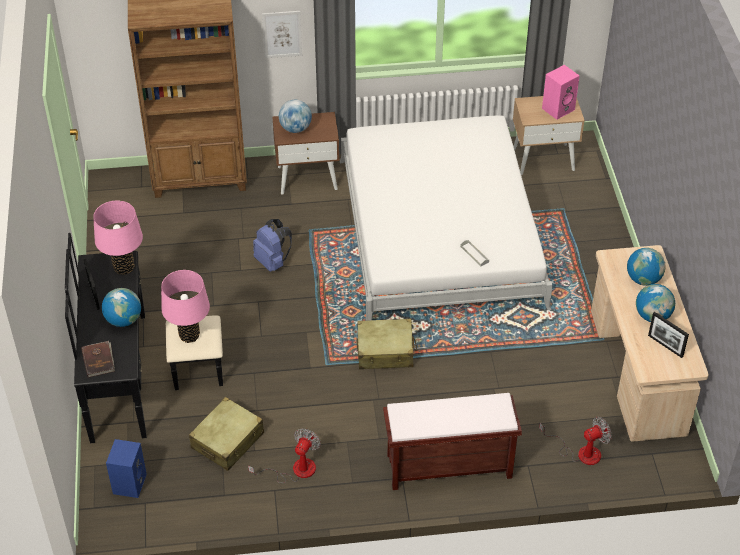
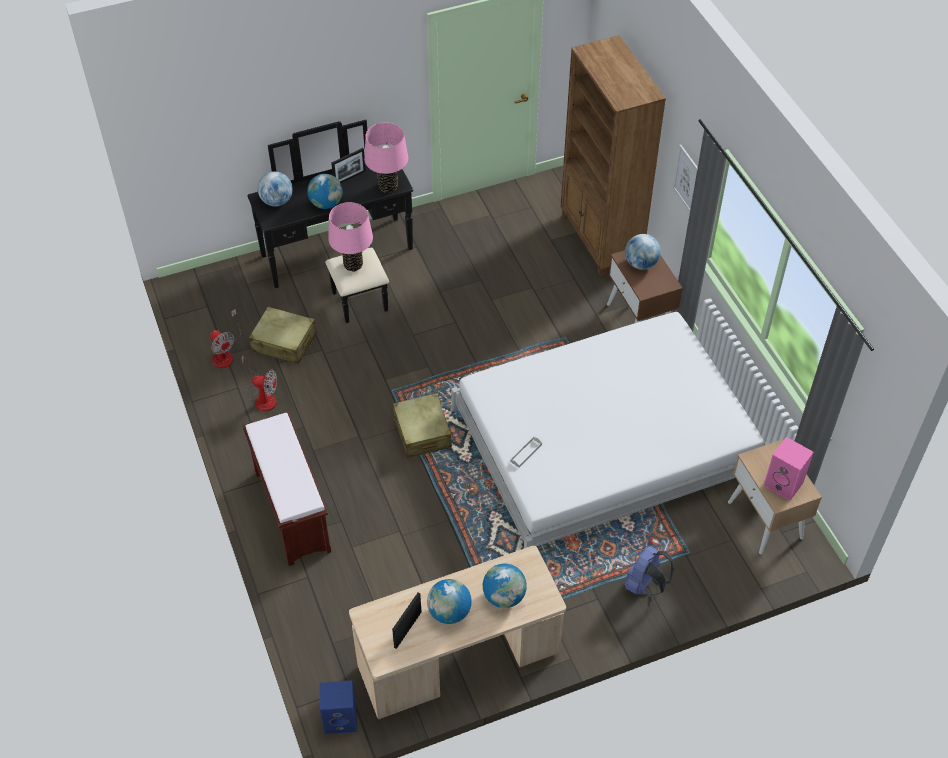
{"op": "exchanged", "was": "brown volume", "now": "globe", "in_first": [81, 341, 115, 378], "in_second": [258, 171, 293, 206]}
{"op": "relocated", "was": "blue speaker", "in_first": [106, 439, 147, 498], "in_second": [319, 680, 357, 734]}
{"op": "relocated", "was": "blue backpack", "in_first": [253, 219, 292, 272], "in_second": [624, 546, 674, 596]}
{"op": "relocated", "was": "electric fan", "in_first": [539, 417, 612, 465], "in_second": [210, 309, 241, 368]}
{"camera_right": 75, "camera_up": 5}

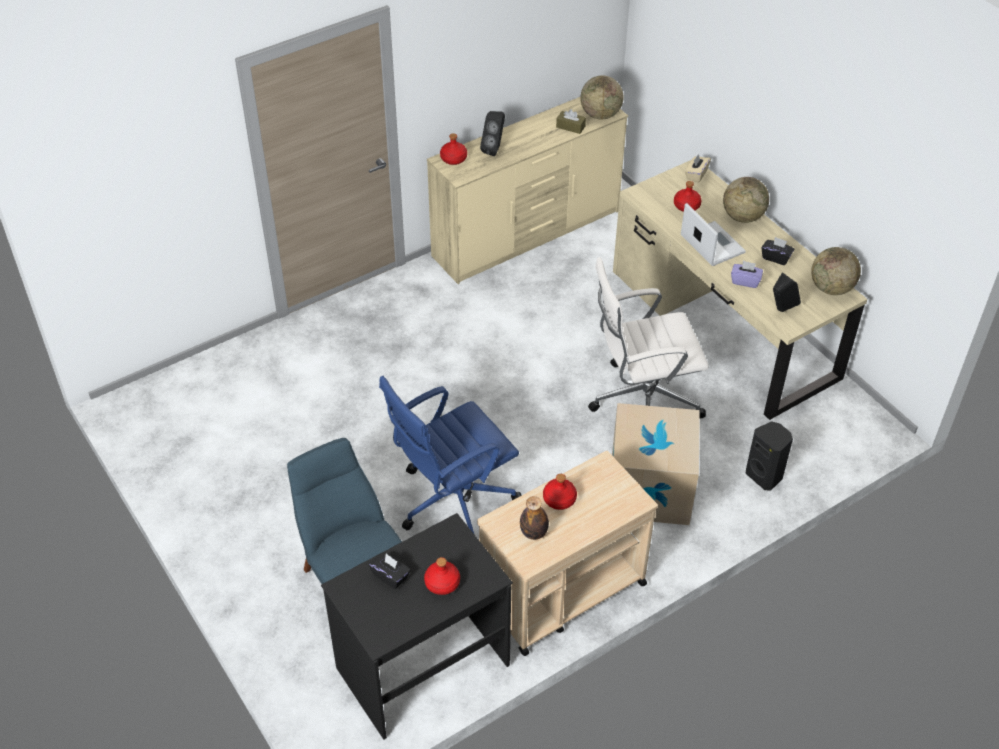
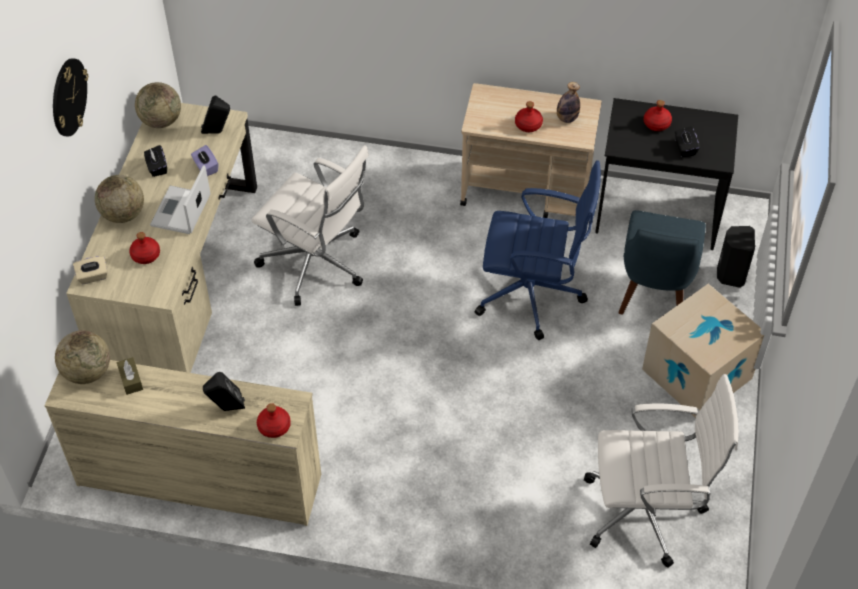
{"op": "relocated", "was": "cardboard box", "in_first": [612, 403, 700, 525], "in_second": [642, 284, 764, 418]}
{"op": "relocated", "was": "blackish speaker", "in_first": [746, 421, 793, 490], "in_second": [717, 226, 755, 288]}
{"op": "appeared", "now": "hanging clock", "in_second": [53, 58, 88, 137]}
{"op": "appeared", "now": "white computer chair", "in_second": [584, 374, 739, 568]}
{"camera_right": -135, "camera_up": 5}

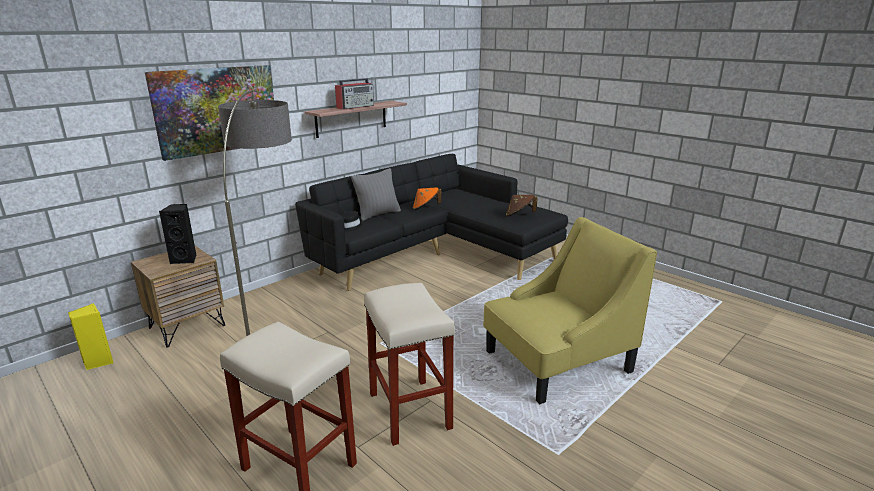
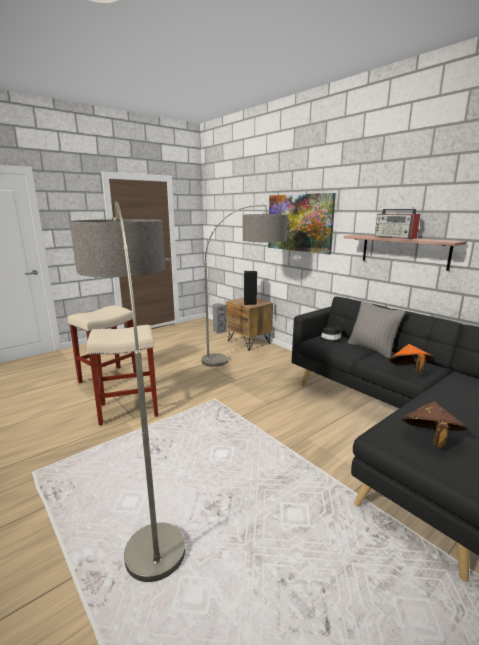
{"op": "colour", "was": "yellow speaker", "now": "grey speaker", "in_first": [68, 303, 114, 370], "in_second": [213, 303, 227, 334]}
{"op": "exchanged", "was": "yellow lounge chair", "now": "standing lamp", "in_first": [483, 217, 657, 404], "in_second": [69, 201, 185, 582]}
{"camera_right": 95, "camera_up": -5}

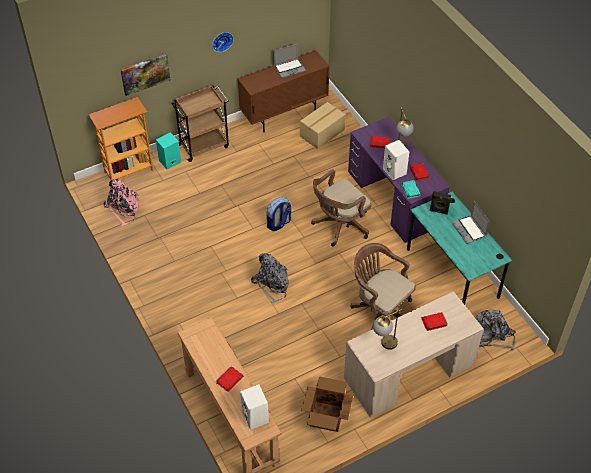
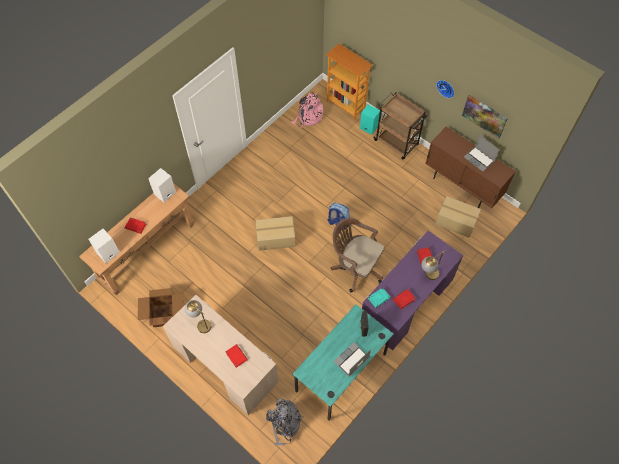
{"op": "relocated", "was": "wall picture", "in_first": [120, 54, 170, 96], "in_second": [462, 95, 508, 139]}
{"op": "exchanged", "was": "grey backpack", "now": "cardboard box", "in_first": [251, 253, 289, 304], "in_second": [255, 216, 296, 251]}
{"op": "missing", "was": "brown computer chair", "in_first": [350, 243, 416, 330]}
{"op": "relocated", "was": "white speaker", "in_first": [383, 140, 409, 180], "in_second": [148, 168, 176, 203]}
{"camera_right": 70, "camera_up": 10}

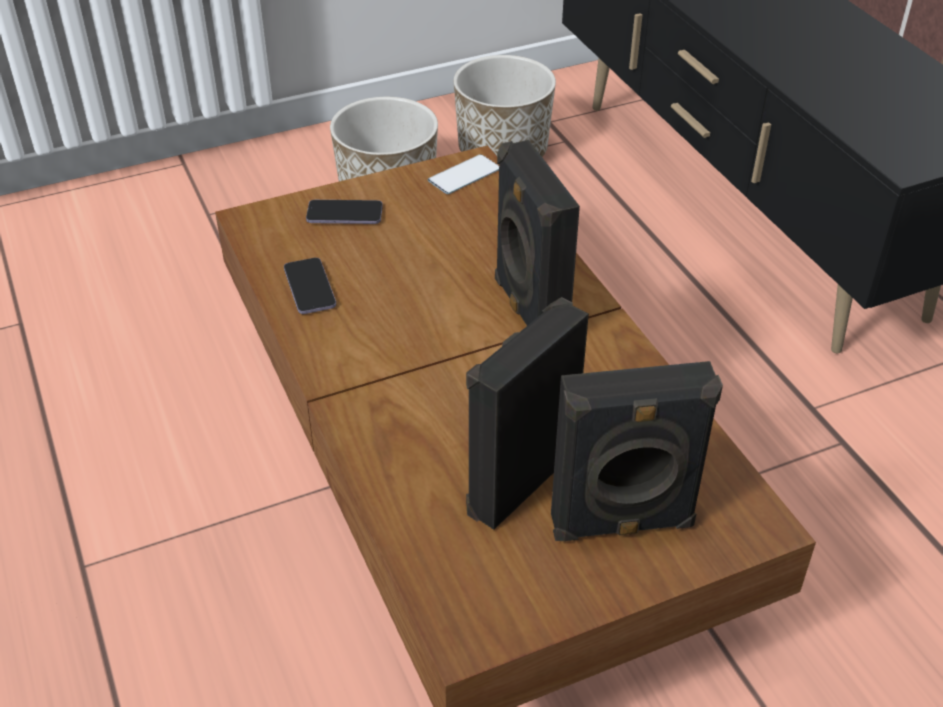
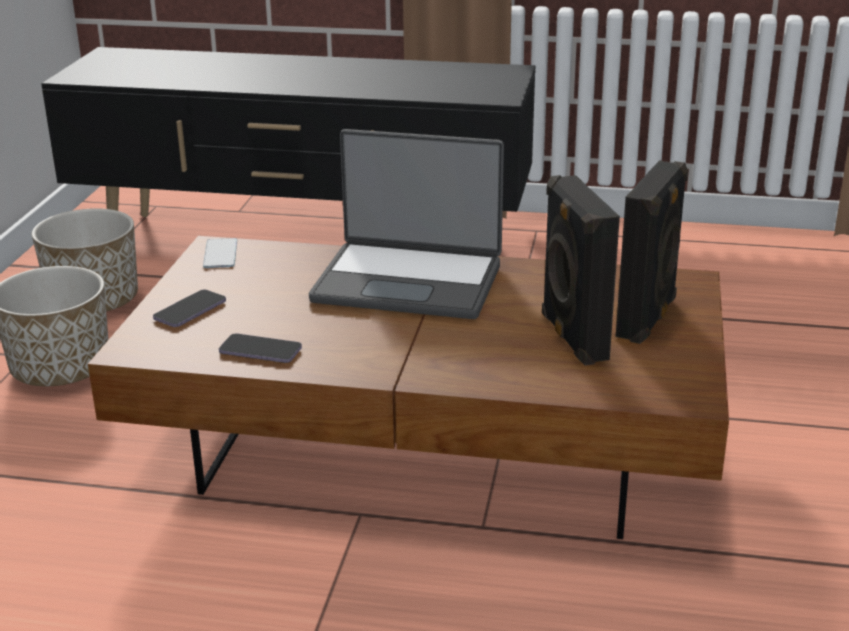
{"op": "exchanged", "was": "blackish speaker", "now": "notebook computer", "in_first": [495, 140, 580, 326], "in_second": [309, 129, 504, 319]}
{"camera_right": -55, "camera_up": -15}

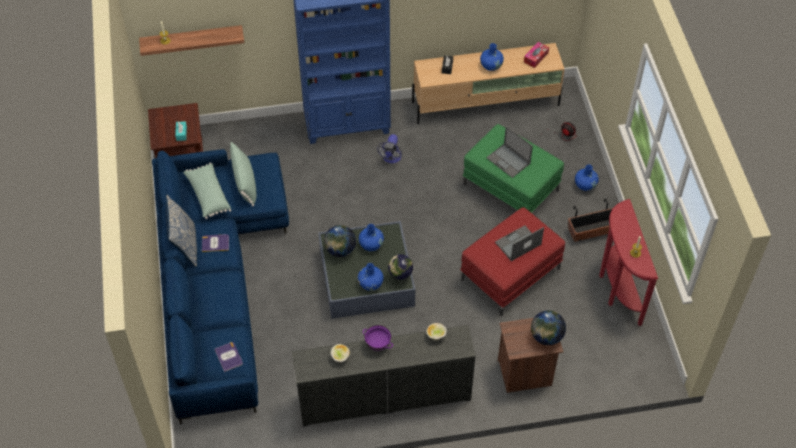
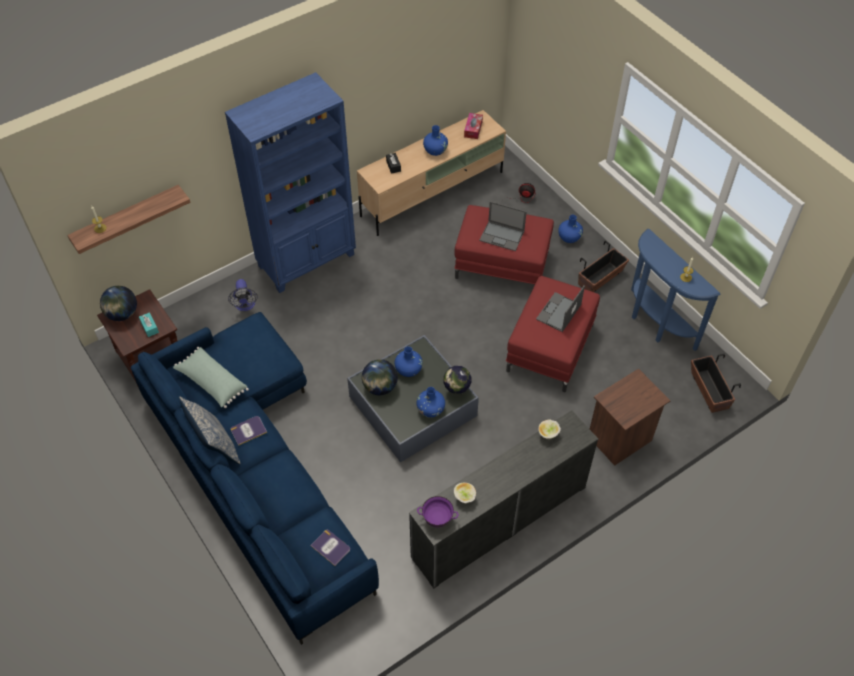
{"op": "missing", "was": "green-coloured cushion", "in_first": [230, 142, 257, 206]}
{"op": "relocated", "was": "purple deep dish", "in_first": [363, 325, 393, 351], "in_second": [417, 496, 459, 527]}
{"op": "relocated", "was": "electric fan", "in_first": [377, 134, 402, 163], "in_second": [228, 279, 258, 311]}
{"op": "colour", "was": "green-coloured footrest", "now": "reddish footrest", "in_first": [463, 124, 564, 213], "in_second": [454, 205, 554, 285]}
{"op": "relocated", "was": "globe", "in_first": [531, 310, 566, 345], "in_second": [100, 286, 137, 321]}
{"op": "colour", "was": "reddish hall table", "now": "blue hall table", "in_first": [599, 199, 658, 326], "in_second": [631, 229, 721, 351]}
{"op": "appeared", "now": "plant pot", "in_second": [691, 354, 741, 413]}
{"camera_right": -25, "camera_up": 0}

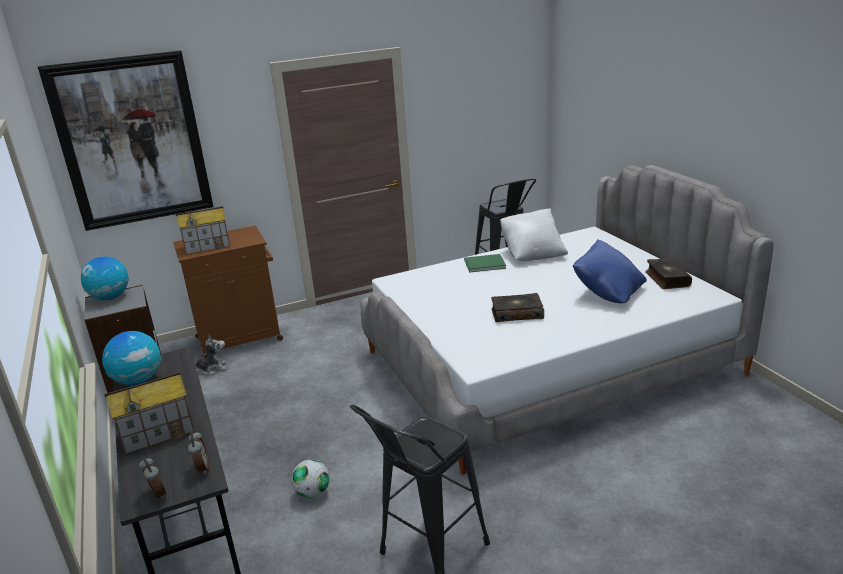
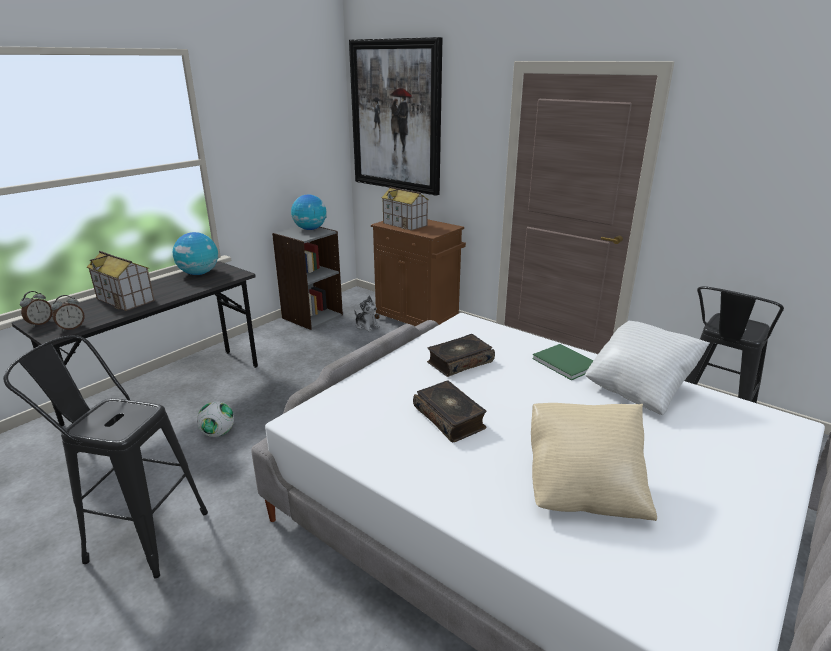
{"op": "colour", "was": "blue cushion", "now": "beige-coloured cushion", "in_first": [573, 239, 646, 303], "in_second": [531, 403, 657, 521]}
{"op": "relocated", "was": "volume", "in_first": [645, 258, 692, 289], "in_second": [427, 334, 495, 377]}
{"camera_right": 60, "camera_up": 0}

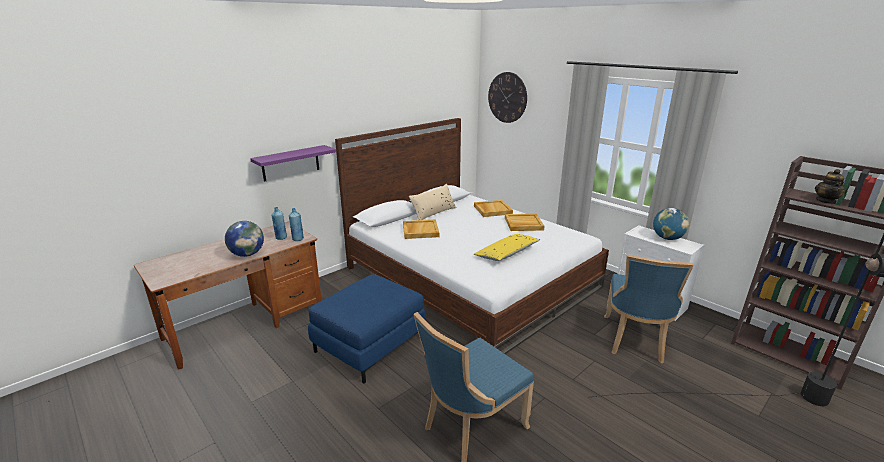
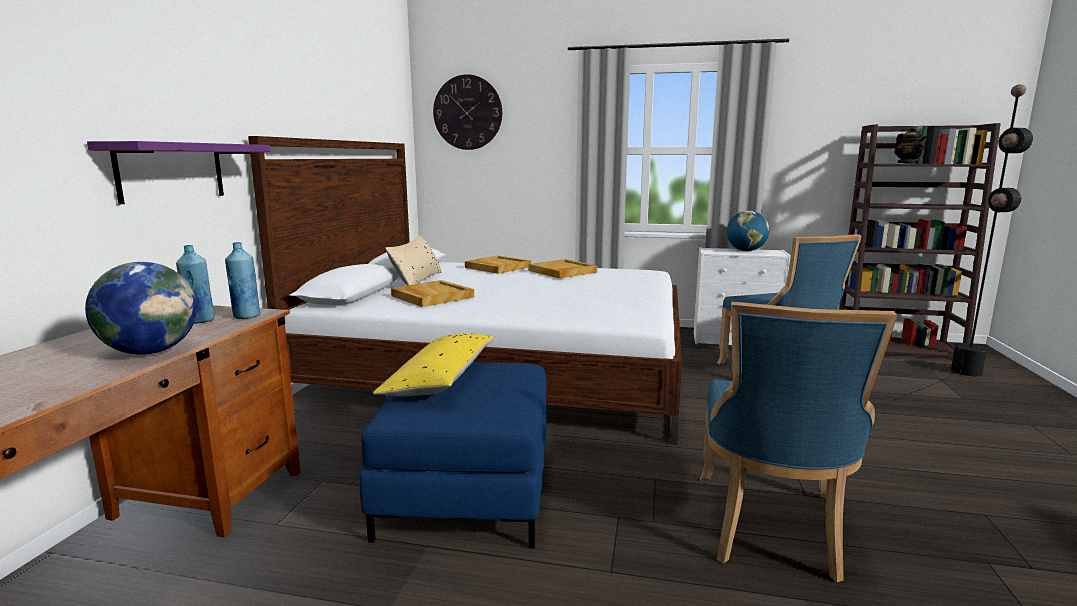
{"op": "relocated", "was": "yellow cushion", "in_first": [474, 234, 540, 261], "in_second": [373, 333, 495, 397]}
{"camera_right": -35, "camera_up": -10}

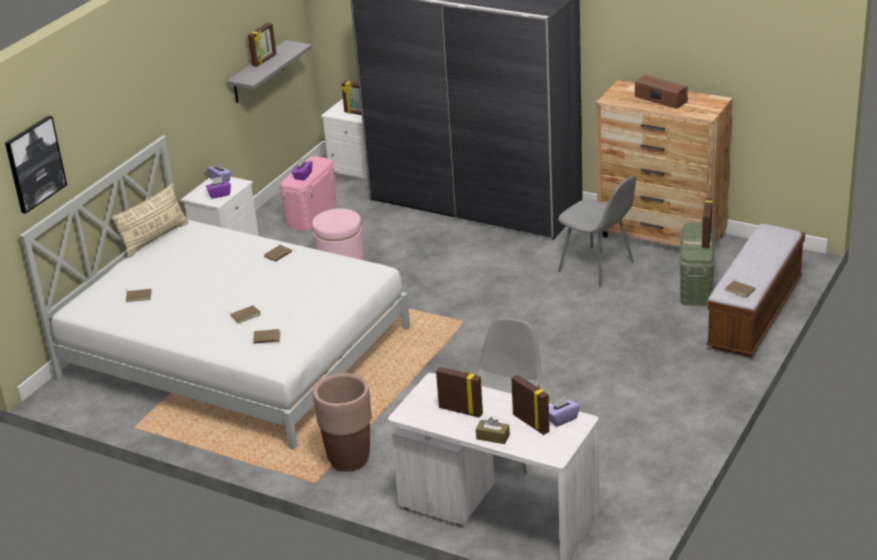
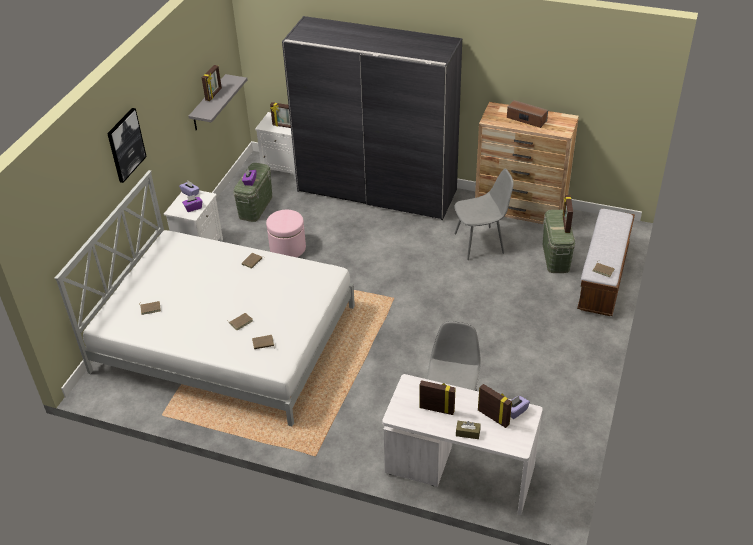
{"op": "relocated", "was": "wall picture", "in_first": [5, 116, 67, 214], "in_second": [107, 108, 147, 183]}
{"op": "missing", "was": "beige-coloured cushion", "in_first": [111, 184, 189, 258]}
{"op": "colour", "was": "pinkish storage box", "now": "green-coloured storage box", "in_first": [280, 156, 336, 231], "in_second": [233, 163, 272, 222]}
{"op": "missing", "was": "brown plant pot", "in_first": [313, 373, 371, 471]}
{"op": "spun", "was": "grey upright chair", "in_first": [558, 175, 636, 287], "in_second": [454, 169, 513, 260], "clockwise": -45}
{"camera_right": -10, "camera_up": 10}

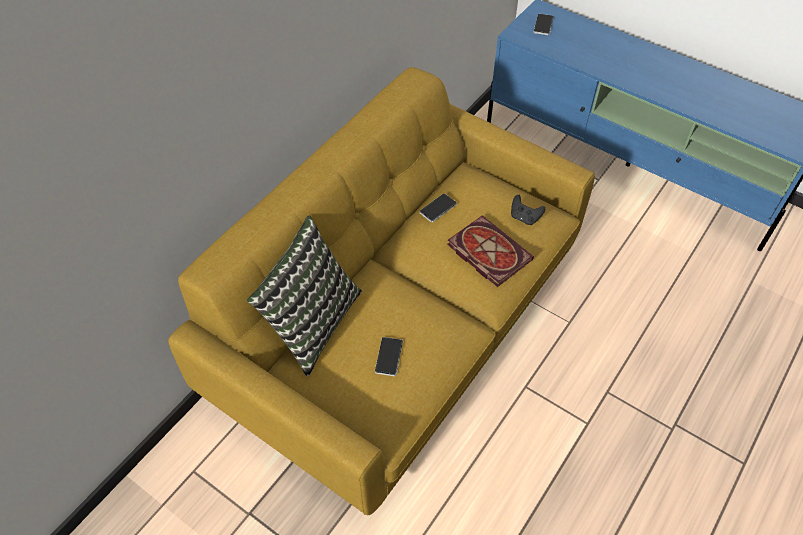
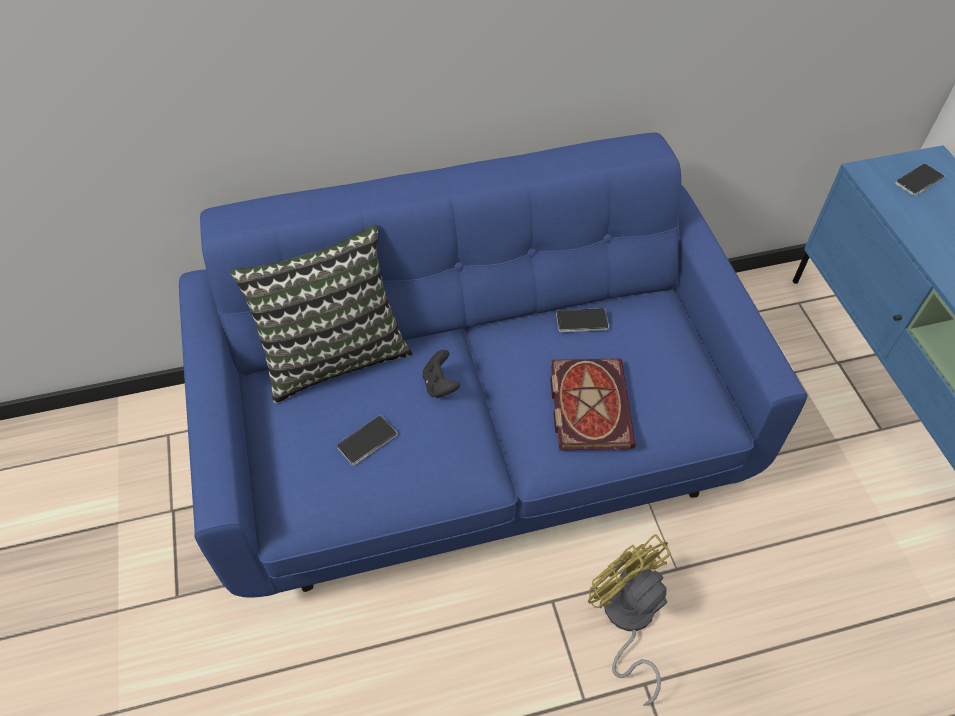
{"op": "colour", "was": "yellow couch", "now": "blue couch", "in_first": [168, 67, 595, 515], "in_second": [179, 133, 808, 598]}
{"op": "relocated", "was": "blackish gamepad", "in_first": [511, 195, 545, 225], "in_second": [423, 350, 460, 398]}
{"op": "appeared", "now": "yellow electric fan", "in_second": [588, 534, 670, 706]}
{"camera_right": 40, "camera_up": 0}

